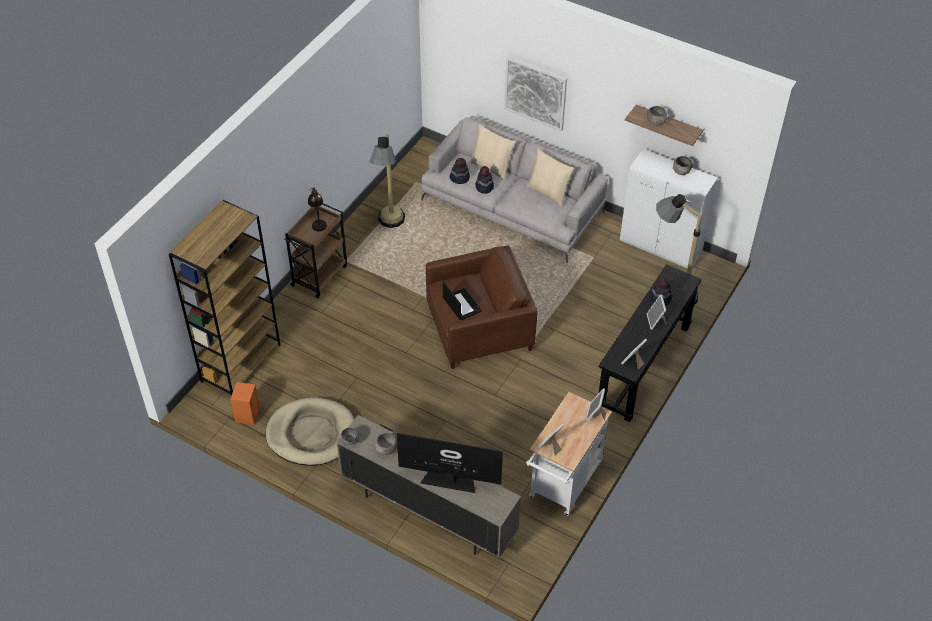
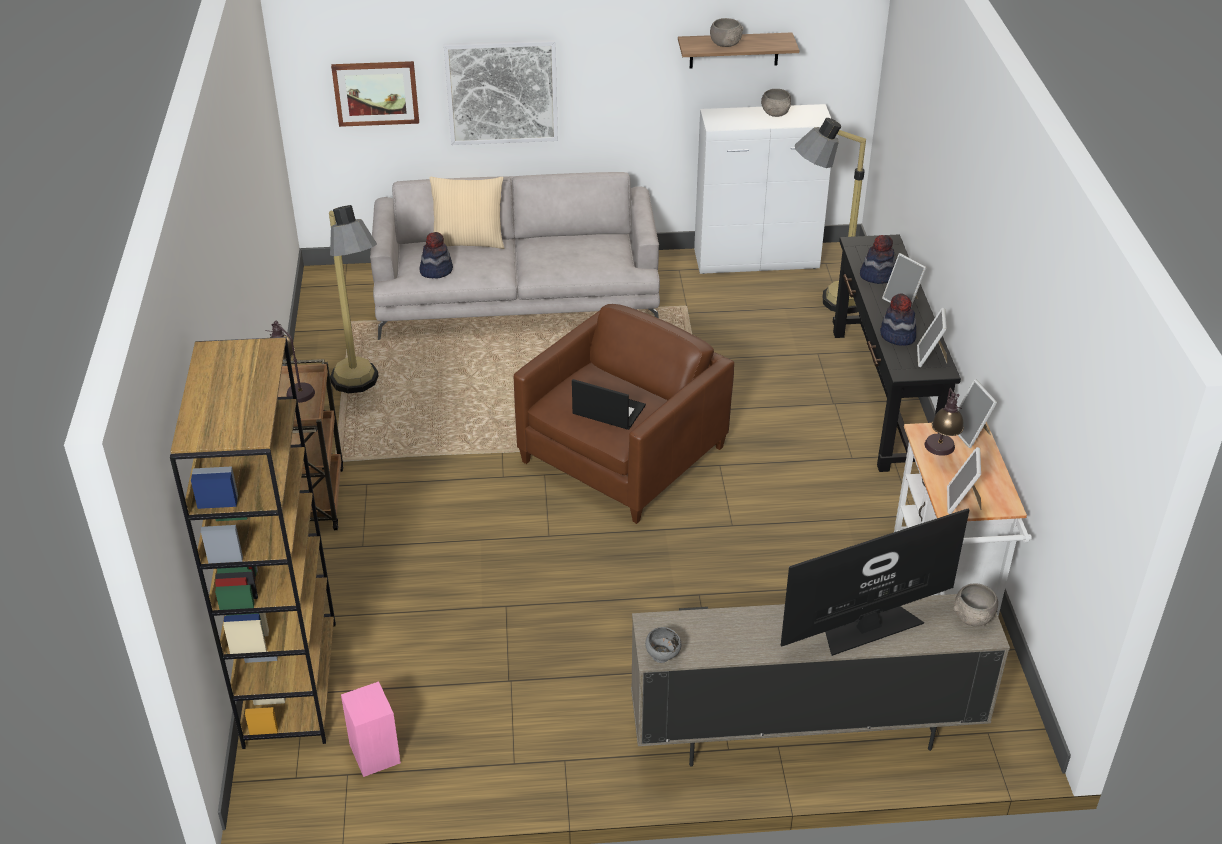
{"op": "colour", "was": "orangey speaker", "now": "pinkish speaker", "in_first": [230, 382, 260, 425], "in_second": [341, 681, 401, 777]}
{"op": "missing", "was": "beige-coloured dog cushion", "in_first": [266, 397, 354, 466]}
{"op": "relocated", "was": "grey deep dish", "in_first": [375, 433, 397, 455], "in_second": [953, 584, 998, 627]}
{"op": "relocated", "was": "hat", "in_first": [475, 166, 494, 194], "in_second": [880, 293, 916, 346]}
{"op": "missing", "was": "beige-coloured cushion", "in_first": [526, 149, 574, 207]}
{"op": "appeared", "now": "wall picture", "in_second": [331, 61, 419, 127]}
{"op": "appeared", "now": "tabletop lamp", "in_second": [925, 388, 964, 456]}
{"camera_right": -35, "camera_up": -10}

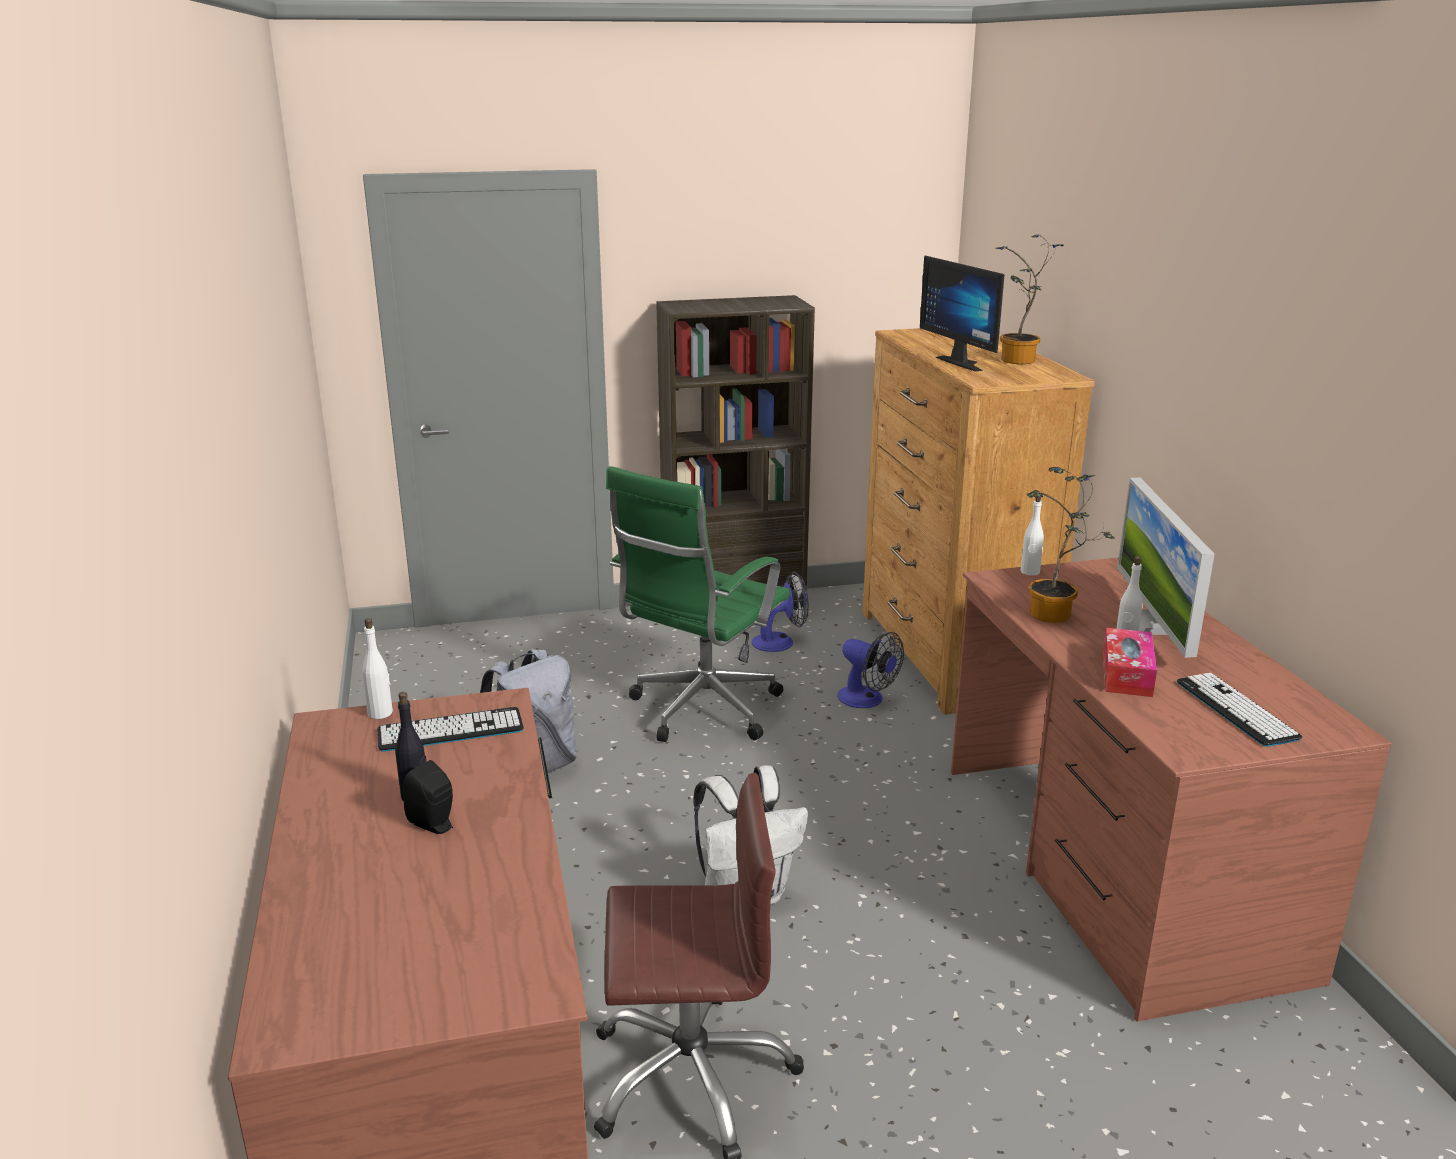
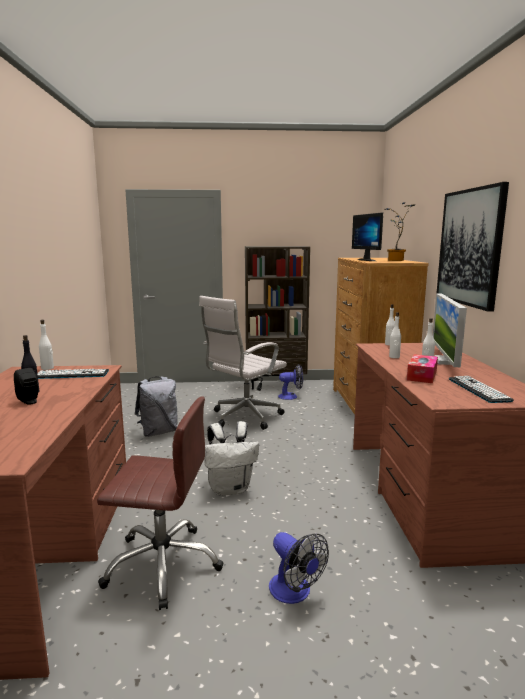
{"op": "colour", "was": "green-coloured computer chair", "now": "white computer chair", "in_first": [606, 466, 790, 742], "in_second": [199, 296, 287, 430]}
{"op": "relocated", "was": "electric fan", "in_first": [837, 632, 904, 708], "in_second": [269, 532, 329, 604]}
{"op": "exchanged", "was": "potted plant", "now": "white drink bottle", "in_first": [1027, 467, 1115, 623], "in_second": [389, 312, 401, 358]}
{"op": "appeared", "now": "wall picture", "in_second": [436, 182, 509, 312]}
{"camera_right": 10, "camera_up": -10}

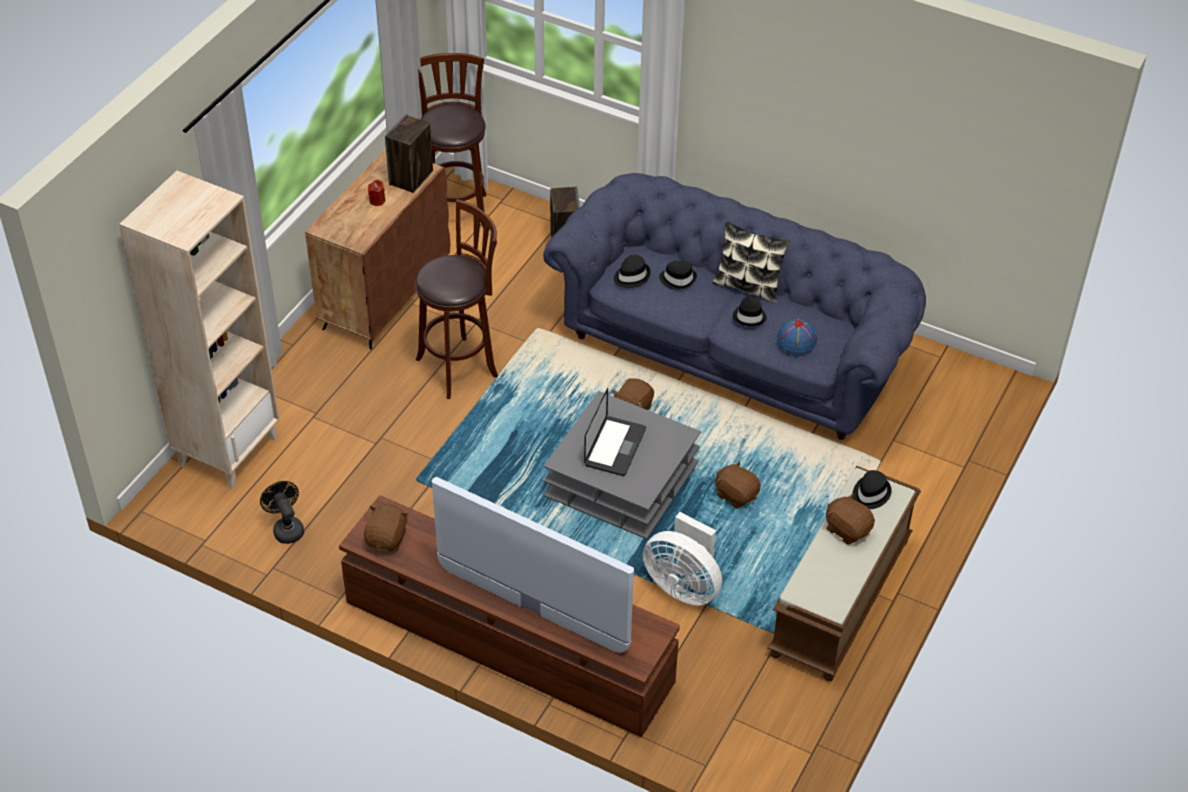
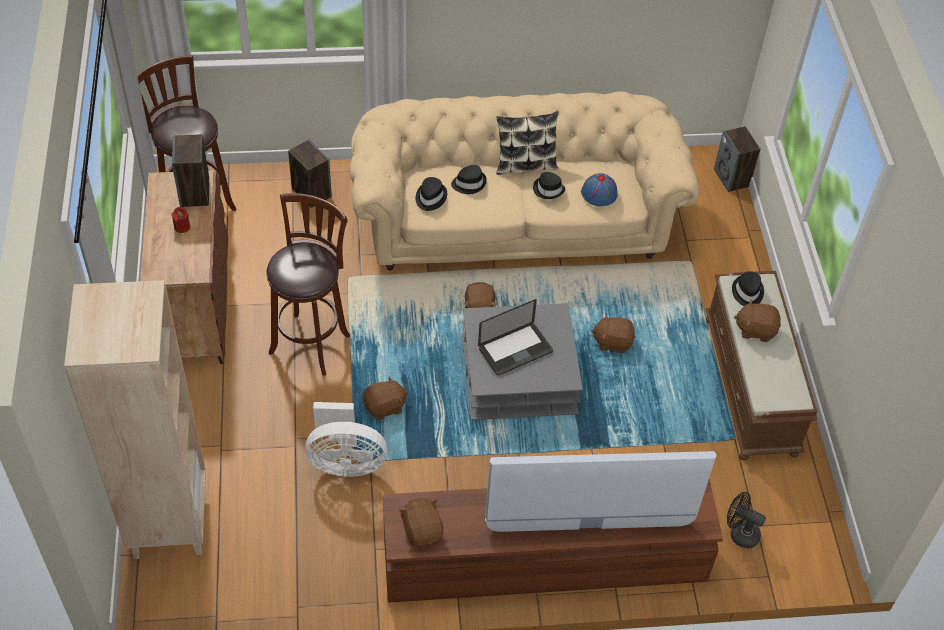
{"op": "relocated", "was": "blackish electric fan", "in_first": [260, 481, 304, 544], "in_second": [727, 492, 766, 548]}
{"op": "colour", "was": "blue couch", "now": "beige-coloured couch", "in_first": [543, 173, 926, 440], "in_second": [350, 91, 700, 270]}
{"op": "spun", "was": "notebook computer", "in_first": [584, 388, 646, 476], "in_second": [478, 299, 553, 376], "clockwise": 75}
{"op": "relocated", "was": "white electric fan", "in_first": [643, 512, 722, 606], "in_second": [305, 402, 387, 477]}
{"op": "appeared", "now": "brown soft toy", "in_second": [363, 376, 408, 420]}
{"op": "appeared", "now": "speaker", "in_second": [714, 126, 760, 192]}
{"camera_right": -35, "camera_up": 5}

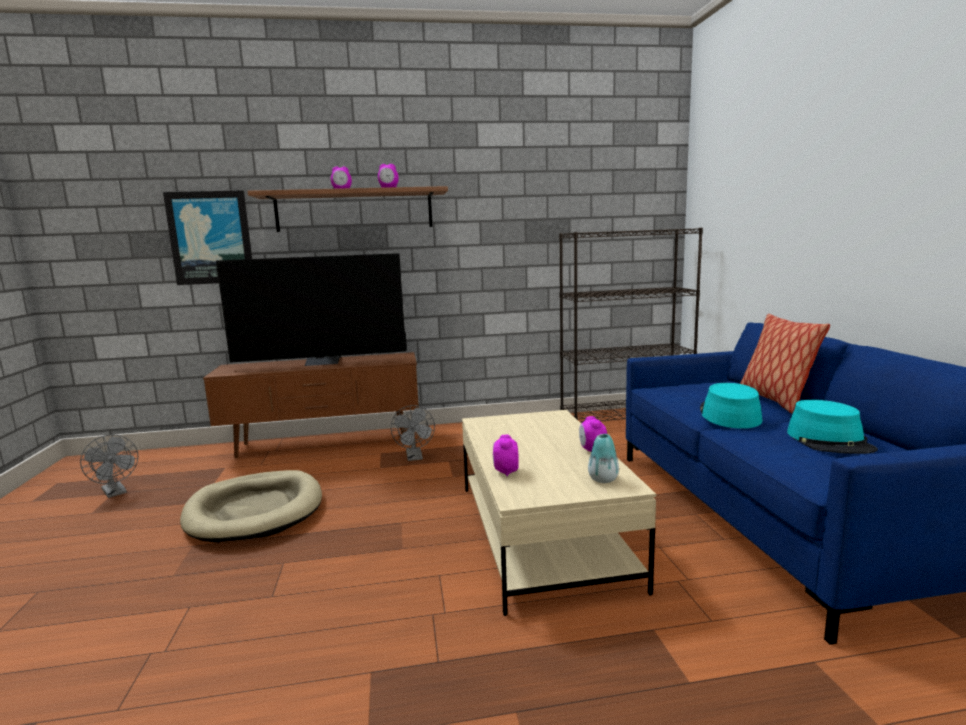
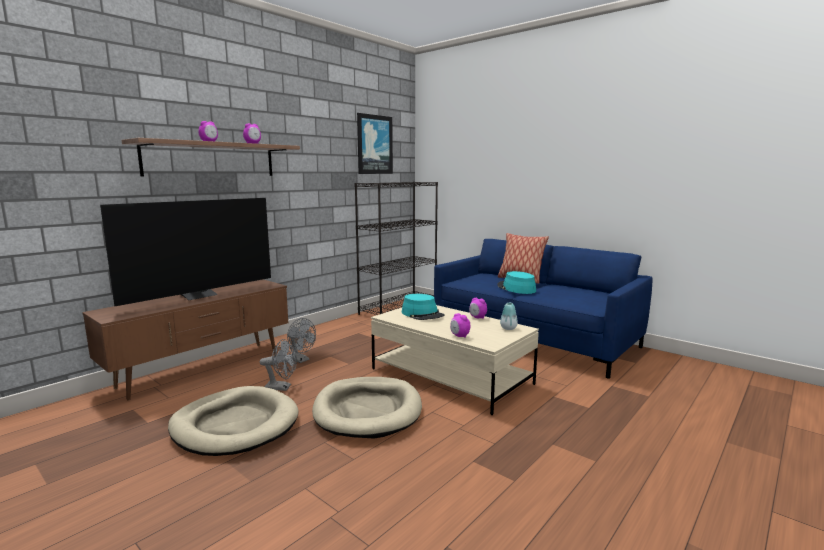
{"op": "relocated", "was": "grey electric fan", "in_first": [80, 435, 138, 498], "in_second": [260, 339, 297, 391]}
{"op": "relocated", "was": "wall picture", "in_first": [163, 190, 252, 285], "in_second": [357, 113, 393, 174]}
{"op": "relocated", "was": "turquoise hat", "in_first": [787, 400, 878, 454], "in_second": [402, 294, 444, 320]}
{"op": "appeared", "now": "beige-coloured dog cushion", "in_second": [312, 377, 422, 438]}
{"camera_right": -40, "camera_up": 0}

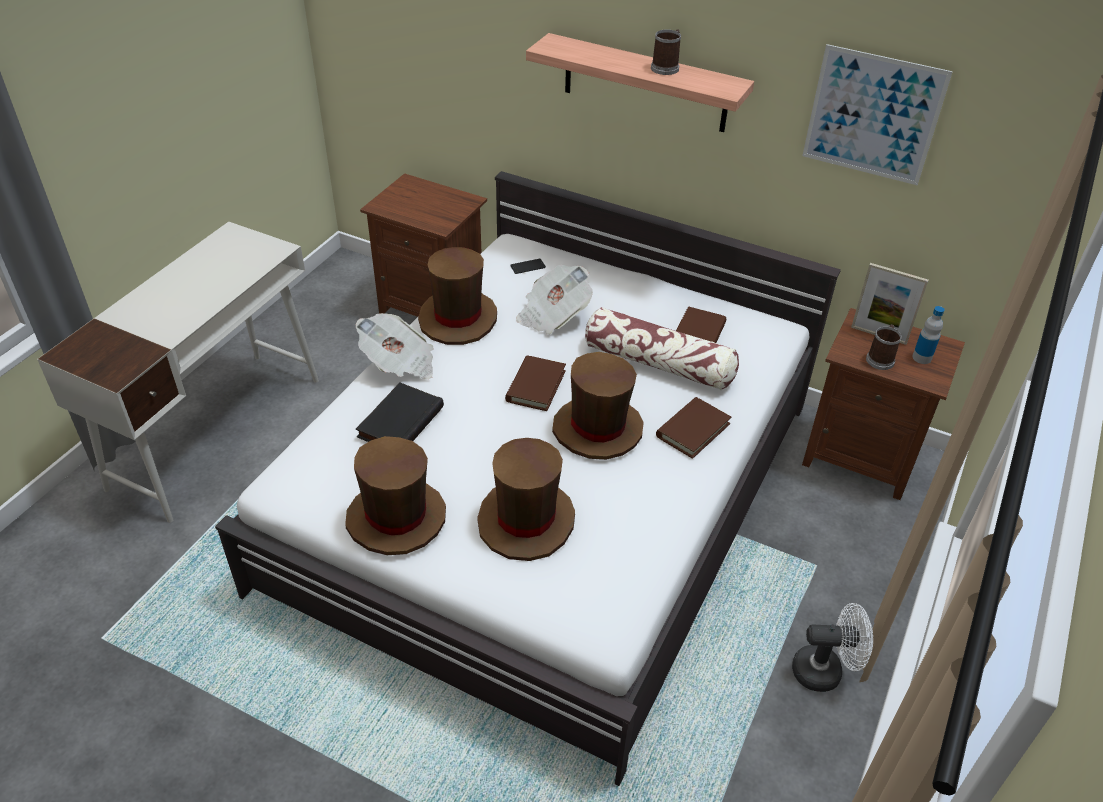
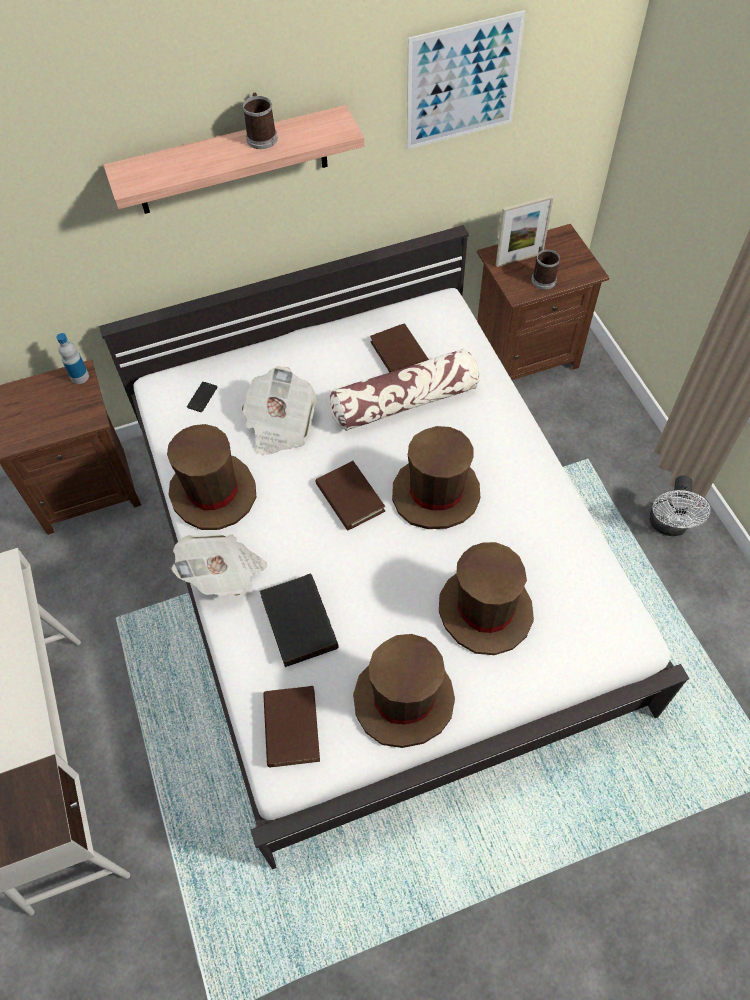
{"op": "relocated", "was": "brown volume", "in_first": [656, 397, 732, 459], "in_second": [264, 686, 320, 767]}
{"op": "spun", "was": "white electric fan", "in_first": [792, 603, 873, 692], "in_second": [649, 475, 711, 536], "clockwise": 150}
{"op": "relocated", "was": "drink bottle", "in_first": [912, 306, 945, 364], "in_second": [56, 333, 89, 384]}
{"camera_right": -45, "camera_up": 15}

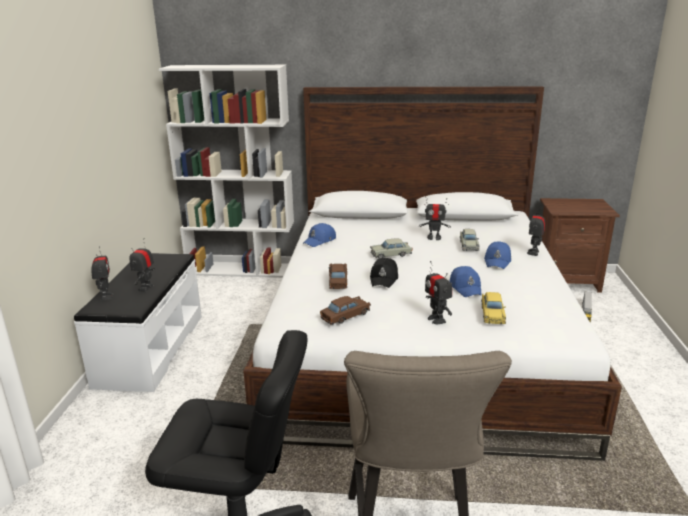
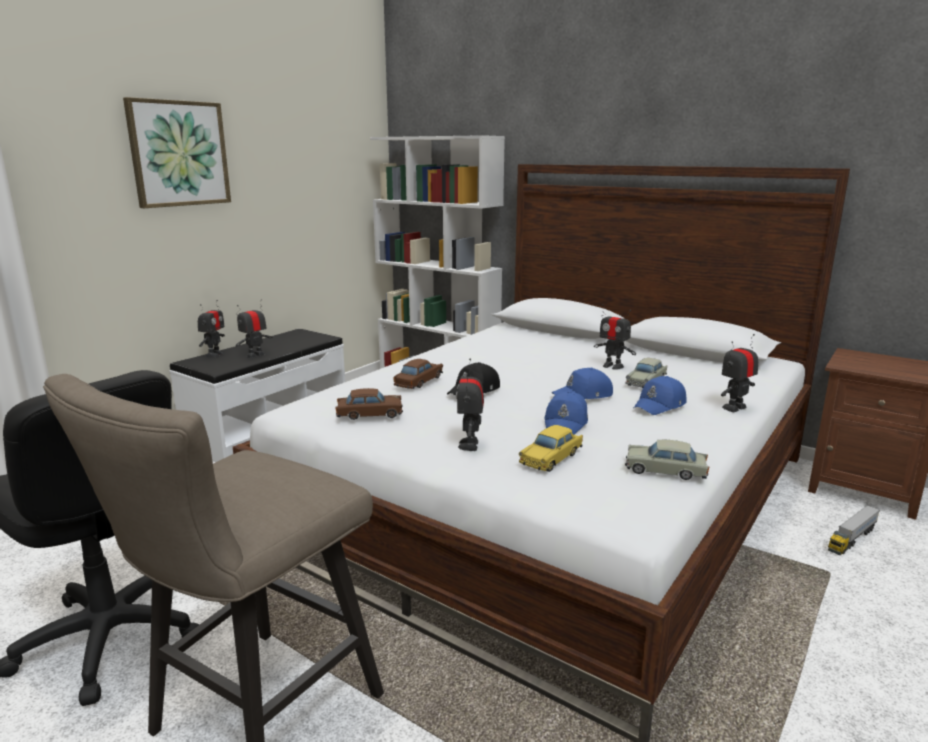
{"op": "relocated", "was": "blue cap", "in_first": [303, 223, 336, 247], "in_second": [552, 368, 613, 399]}
{"op": "relocated", "was": "beige-coloured toy car", "in_first": [370, 239, 413, 259], "in_second": [625, 440, 709, 480]}
{"op": "appeared", "now": "wall picture", "in_second": [123, 97, 231, 208]}
{"camera_right": 30, "camera_up": -5}

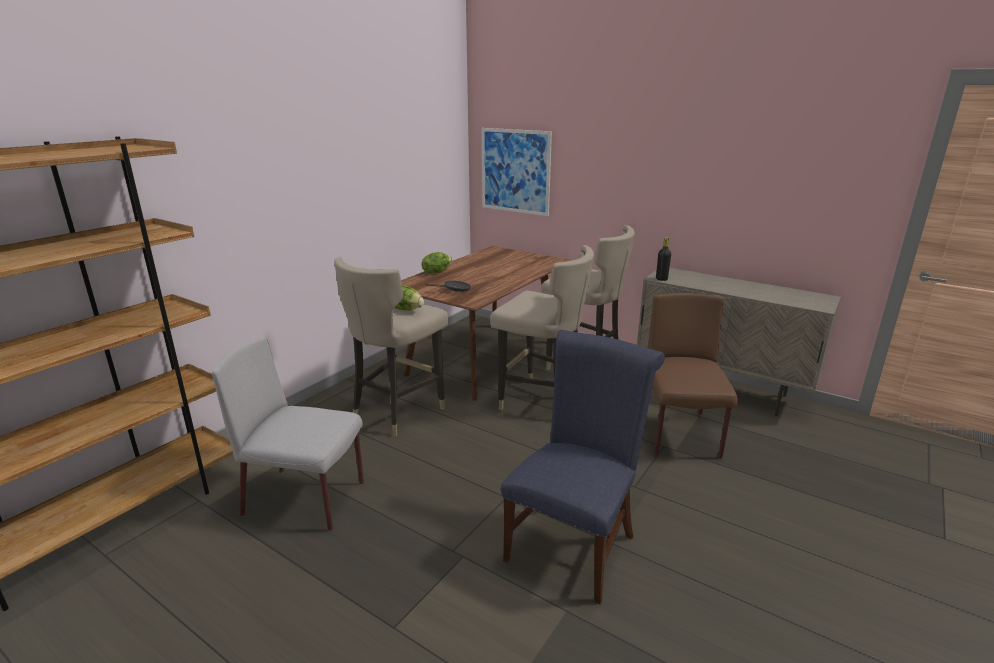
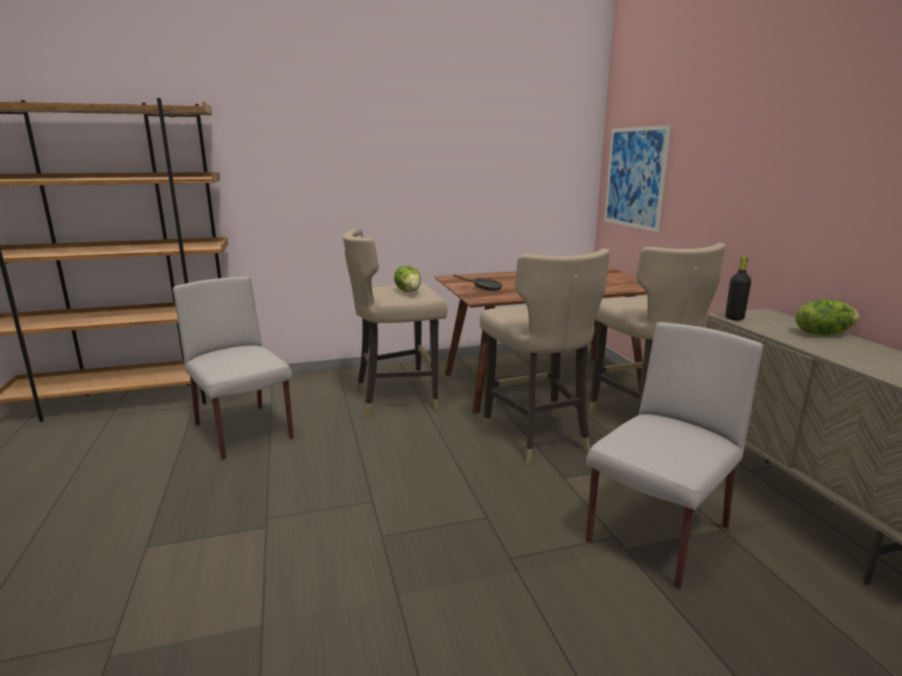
{"op": "relocated", "was": "lettuce", "in_first": [421, 252, 452, 274], "in_second": [795, 299, 860, 335]}
{"op": "missing", "was": "blue upright chair", "in_first": [501, 330, 665, 605]}
{"op": "colour", "was": "brown upright chair", "now": "grey upright chair", "in_first": [648, 293, 738, 459], "in_second": [586, 322, 763, 589]}
{"camera_right": 40, "camera_up": -5}

